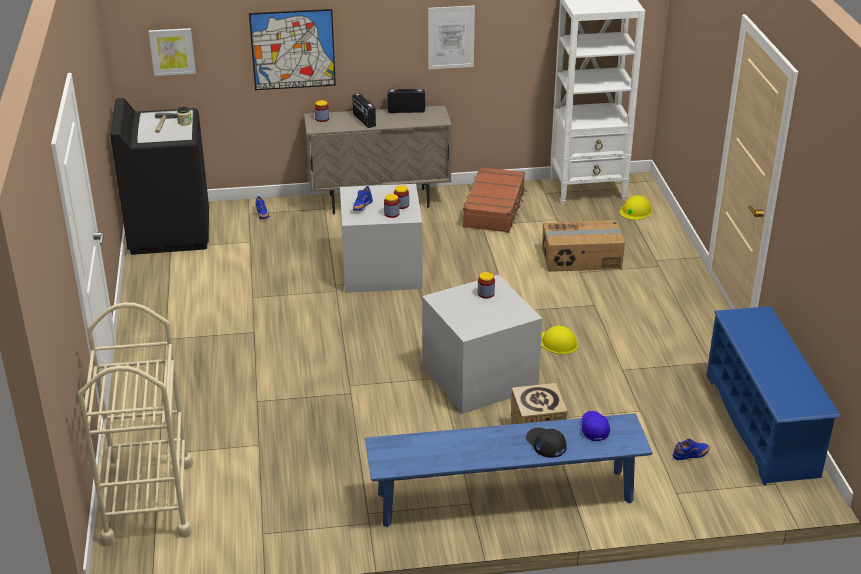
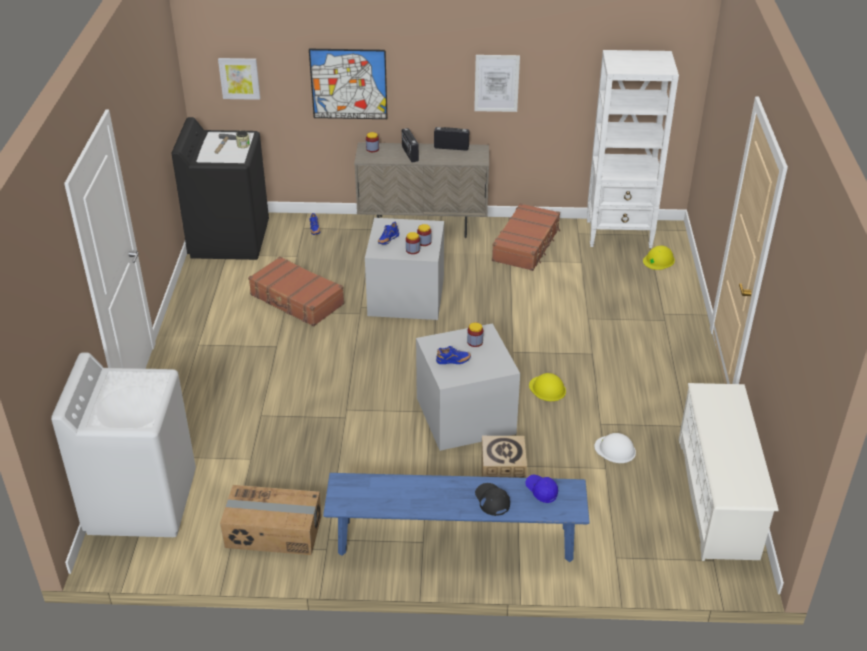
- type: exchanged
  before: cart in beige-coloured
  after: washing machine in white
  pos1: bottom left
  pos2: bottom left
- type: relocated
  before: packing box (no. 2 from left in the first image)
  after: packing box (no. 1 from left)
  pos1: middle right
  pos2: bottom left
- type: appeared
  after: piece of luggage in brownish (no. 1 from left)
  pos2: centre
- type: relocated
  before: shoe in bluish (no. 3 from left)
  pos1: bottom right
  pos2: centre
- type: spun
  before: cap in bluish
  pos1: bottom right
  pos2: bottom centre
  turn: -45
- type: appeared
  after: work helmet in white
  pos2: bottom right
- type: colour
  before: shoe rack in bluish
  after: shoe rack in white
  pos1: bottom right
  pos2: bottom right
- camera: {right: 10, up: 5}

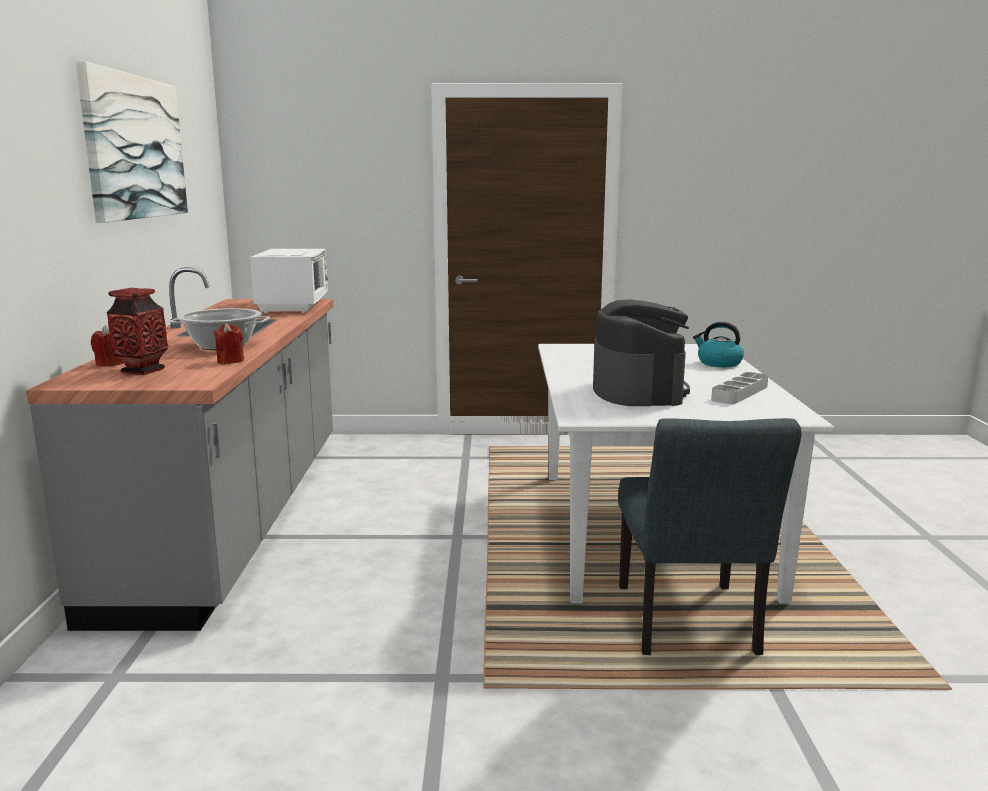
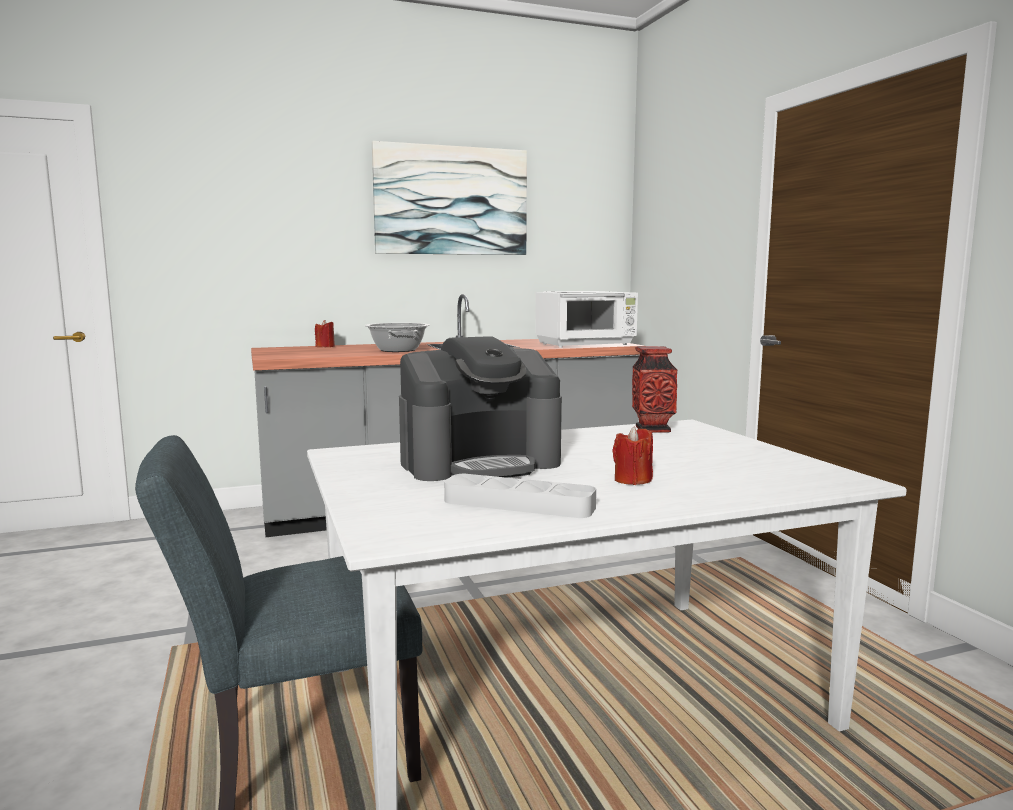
- type: relocated
  before: candle in red (no. 2 from left)
  pos1: middle left
  pos2: centre
- type: relocated
  before: decorative vase
  pos1: middle left
  pos2: centre
- type: missing
  before: water kettle
  pos1: middle right
- camera: {right: 70, up: -5}

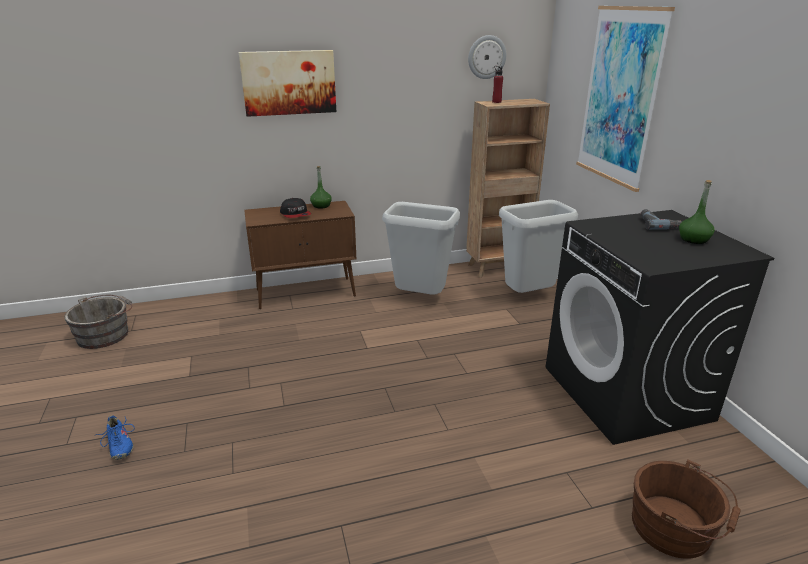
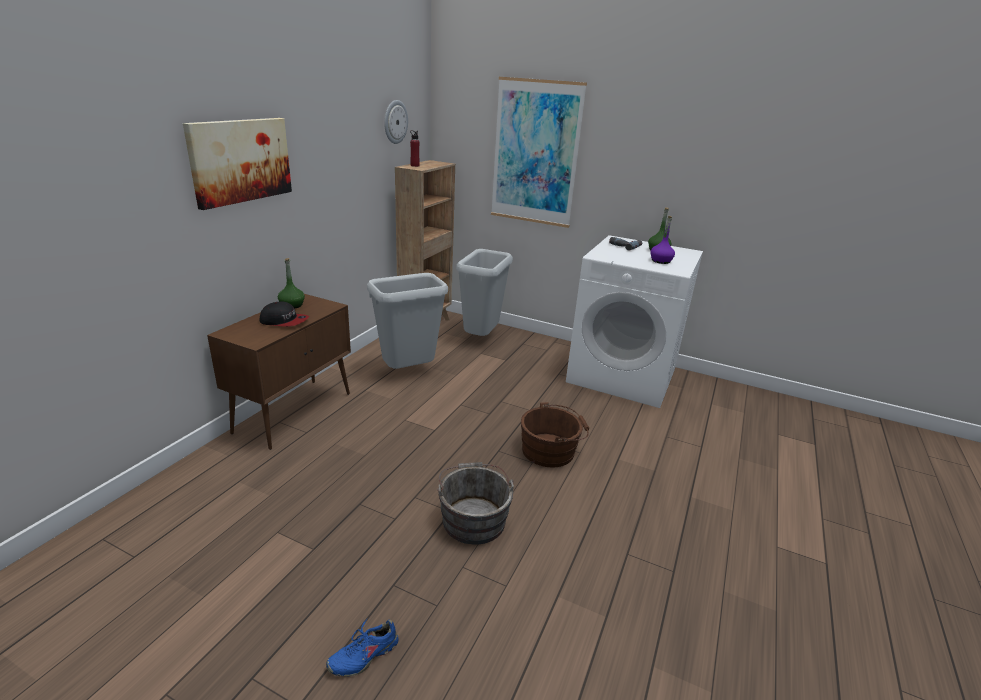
- type: spun
  before: shoe in bluish
  pos1: bottom left
  pos2: bottom centre
  turn: 135
- type: relocated
  before: pail in greyish
  pos1: middle left
  pos2: bottom centre
- type: relocated
  before: pail in brownish
  pos1: bottom right
  pos2: centre
- type: colour
  before: washing machine in blackish
  after: washing machine in white
  pos1: middle right
  pos2: centre
- type: appeared
  after: beverage bottle in purple-coloured
  pos2: middle right
- camera: {right: -50, up: 0}

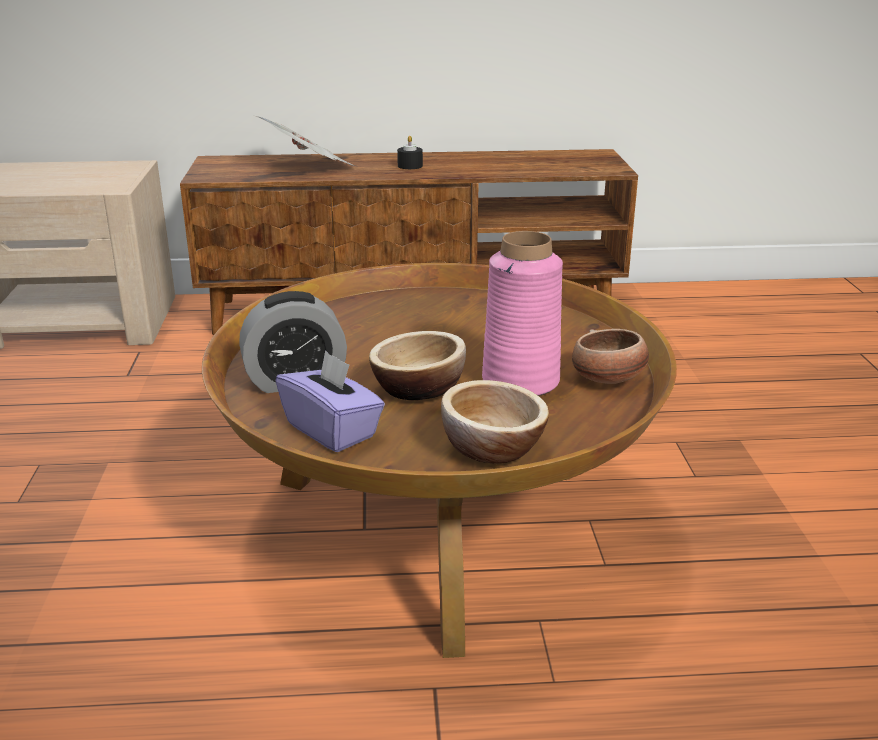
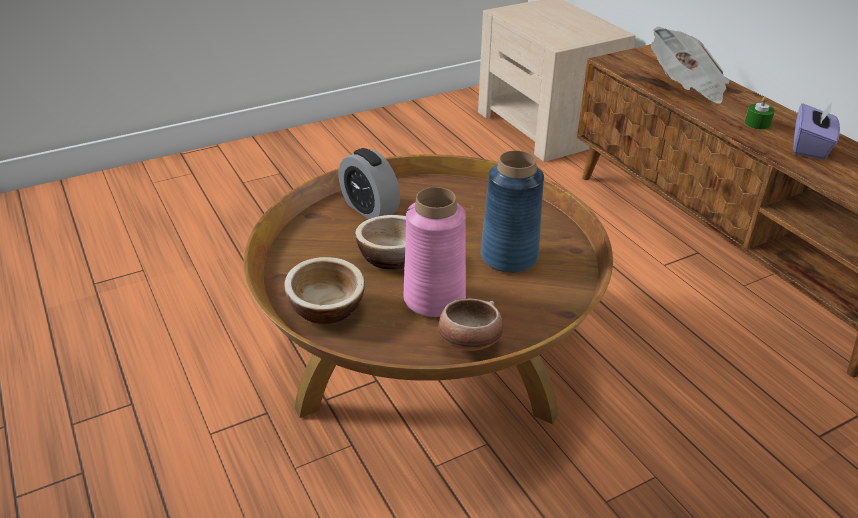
- type: appeared
  after: decorative vase in bluish
  pos2: centre
- type: colour
  before: candle in blackish
  after: candle in green-coloured
  pos1: top centre
  pos2: top right
- type: relocated
  before: tissue holder in purple-coloured
  pos1: centre
  pos2: top right
- camera: {right: 65, up: 10}

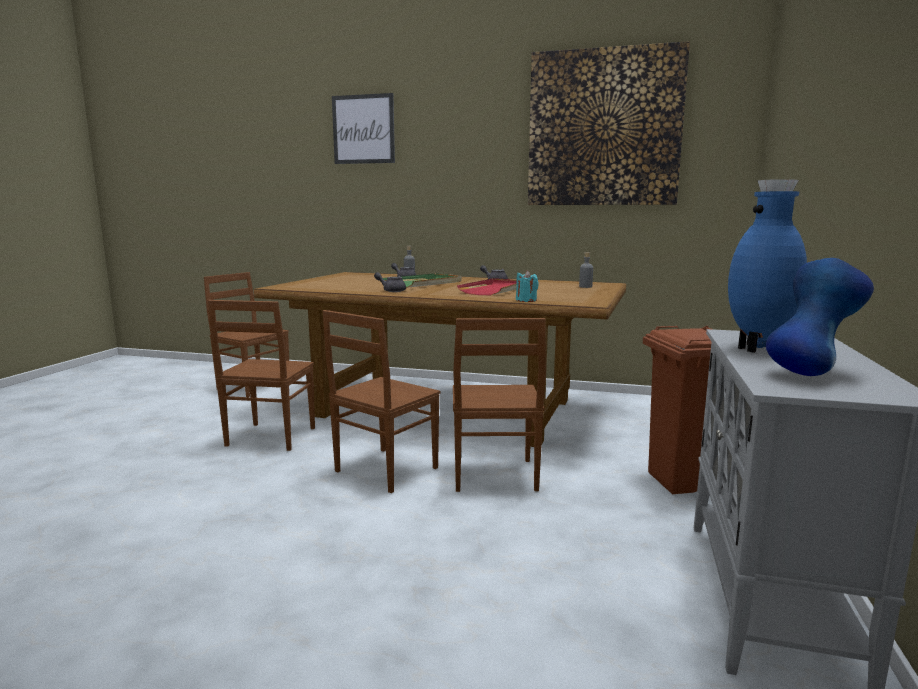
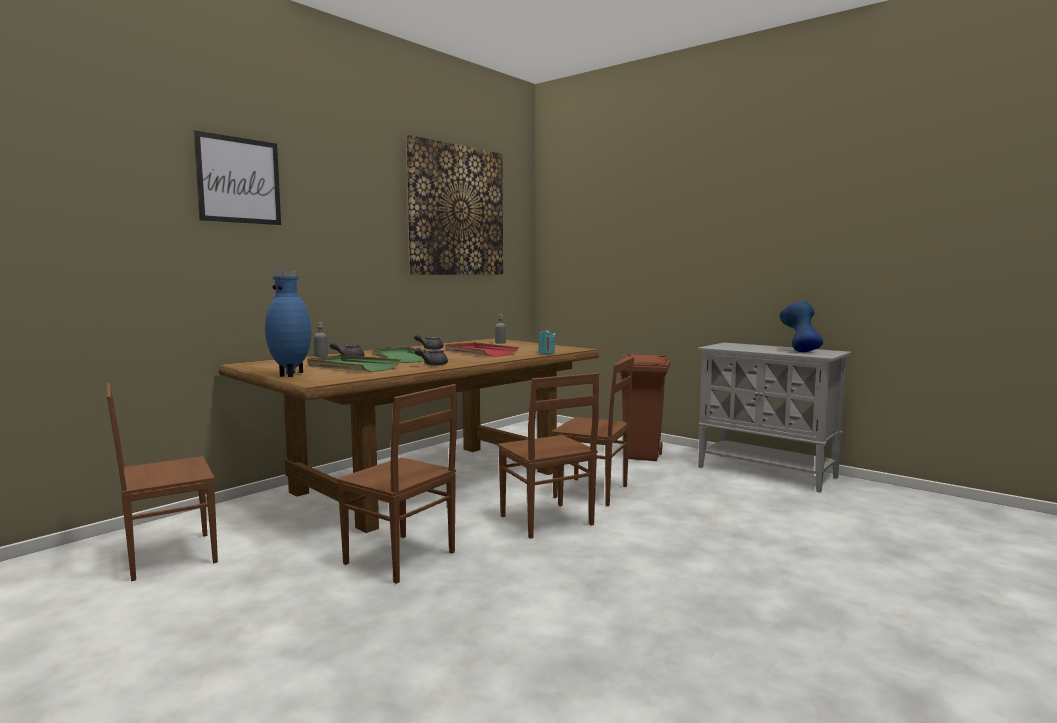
- type: relocated
  before: decorative vase in bluish (no. 1 from left)
  pos1: middle right
  pos2: middle left
- type: appeared
  after: serving tray in green-coloured (no. 1 from left)
  pos2: centre
- camera: {right: -65, up: -5}

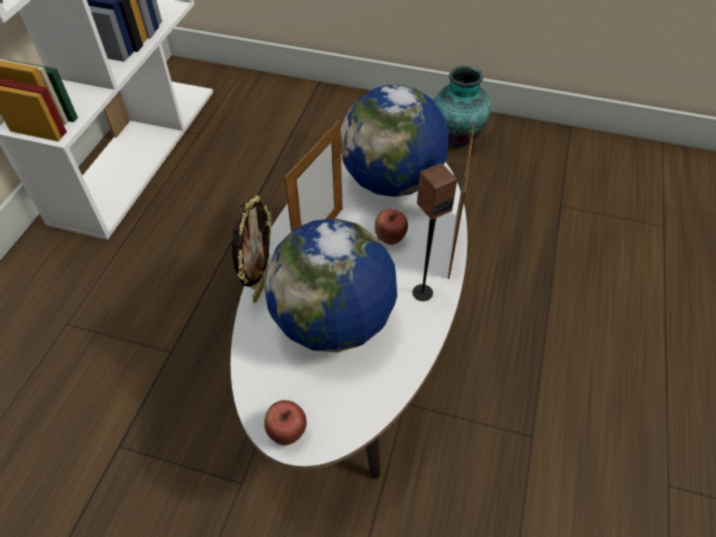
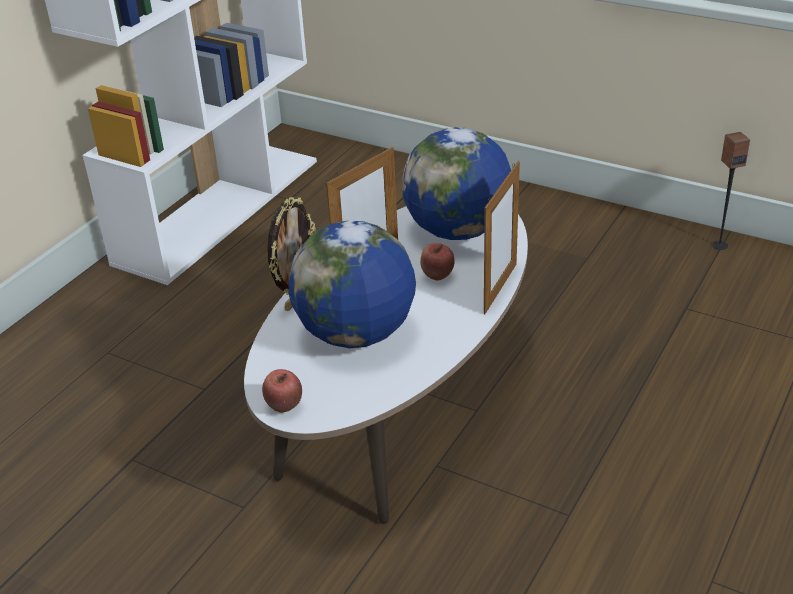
- type: relocated
  before: audio speaker
  pos1: centre
  pos2: top right
- type: missing
  before: decorative vase
  pos1: top centre
- camera: {right: 15, up: -15}

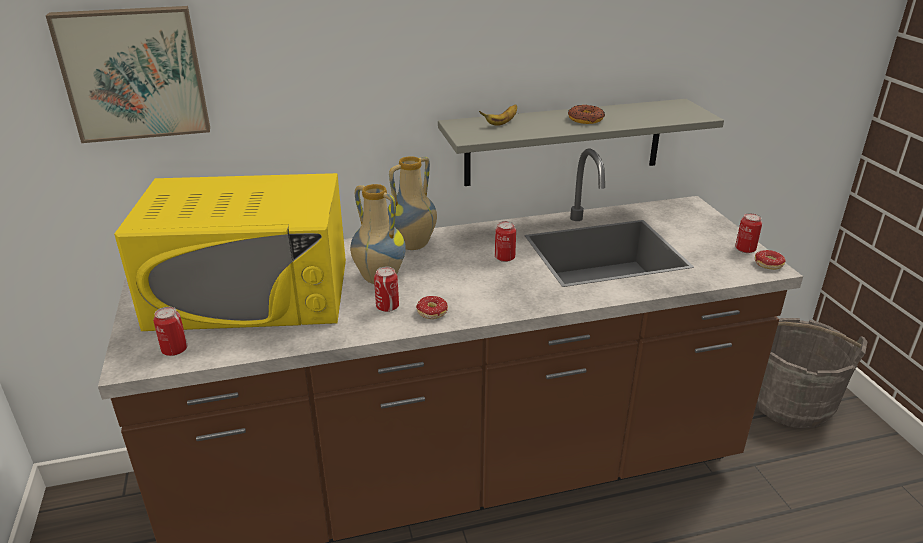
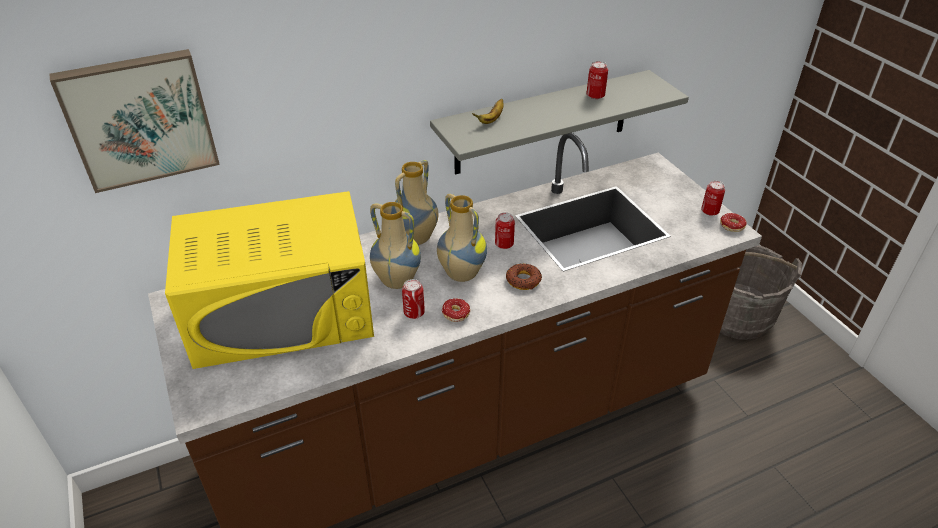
- type: appeared
  after: decorative vase (no. 3 from left)
  pos2: centre
- type: relocated
  before: donut (no. 2 from left)
  pos1: top centre
  pos2: centre
- type: relocated
  before: sealed can (no. 1 from left in the first image)
  after: sealed can (no. 3 from left)
  pos1: middle left
  pos2: top centre
- camera: {right: -10, up: 10}

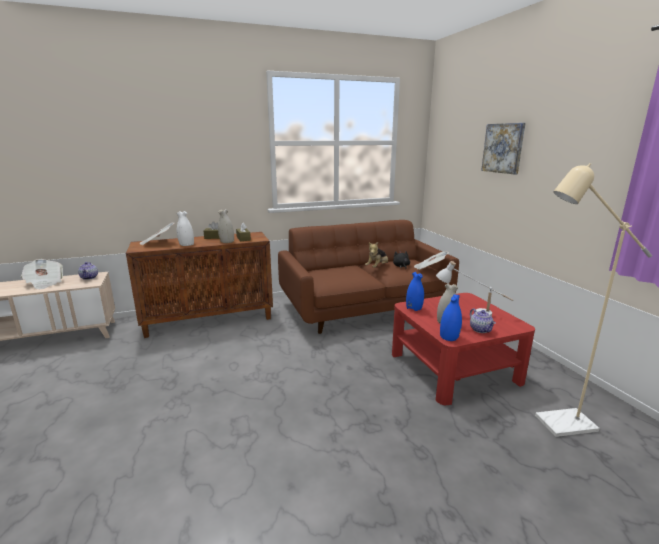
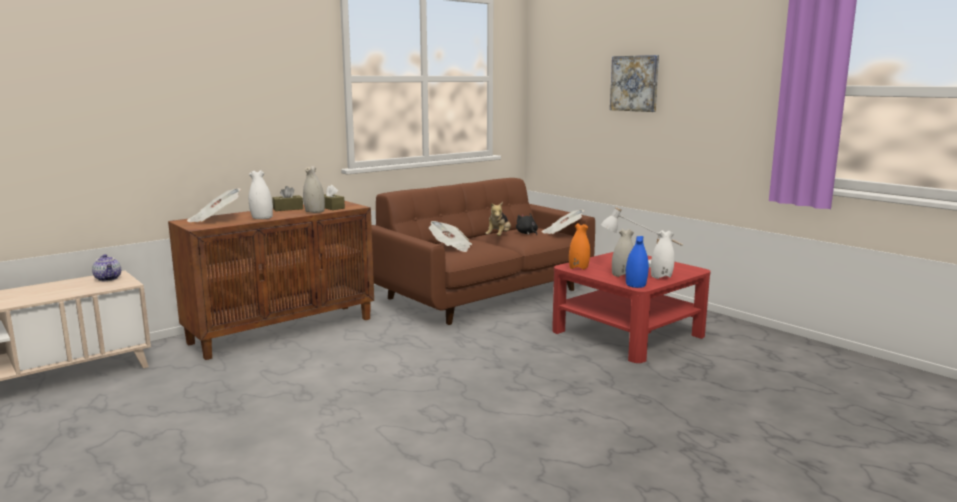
- type: relocated
  before: printed paper (no. 1 from left in the first image)
  after: printed paper (no. 2 from left)
  pos1: middle left
  pos2: centre
- type: colour
  before: decorative vase in bluish (no. 1 from left)
  after: decorative vase in orange-coloured
  pos1: centre
  pos2: centre
- type: exchanged
  before: pot for tea (no. 2 from left)
  after: decorative vase in white (no. 4 from left)
  pos1: middle right
  pos2: middle right
- type: missing
  before: standard lamp in beige-coloured
  pos1: middle right
- camera: {right: -20, up: -5}

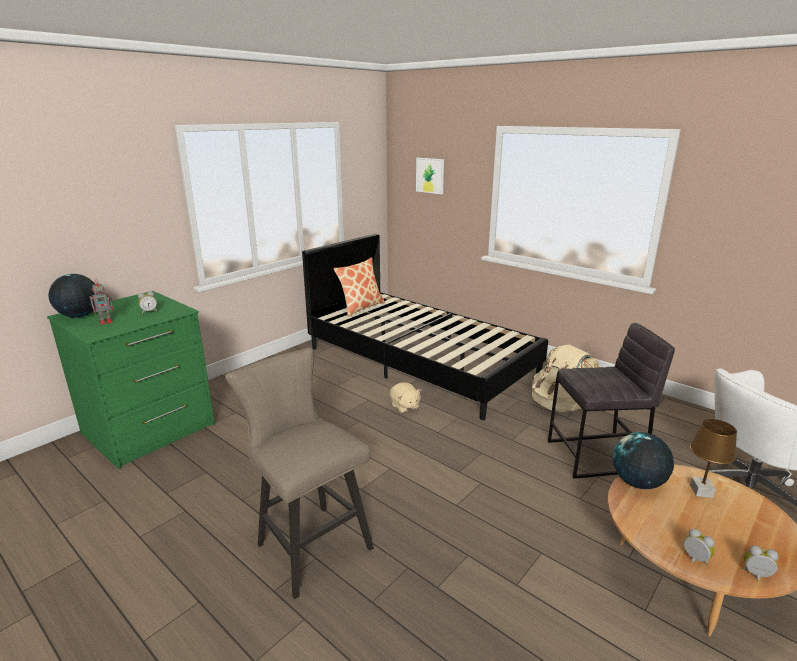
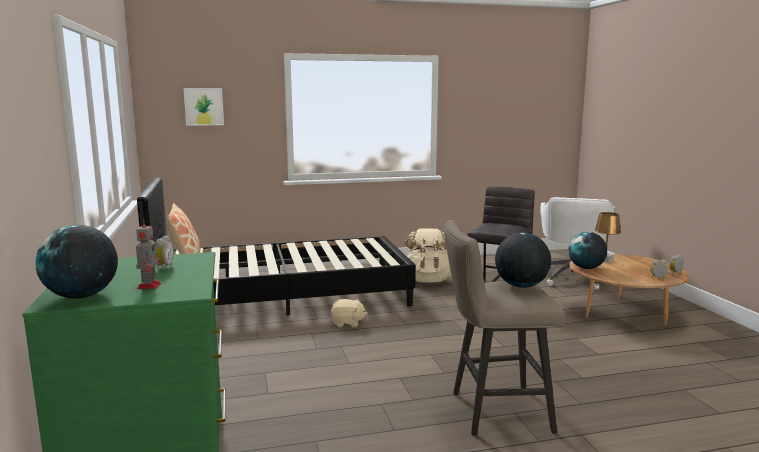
- type: appeared
  after: world globe (no. 2 from left)
  pos2: middle right
- camera: {right: -55, up: -10}

